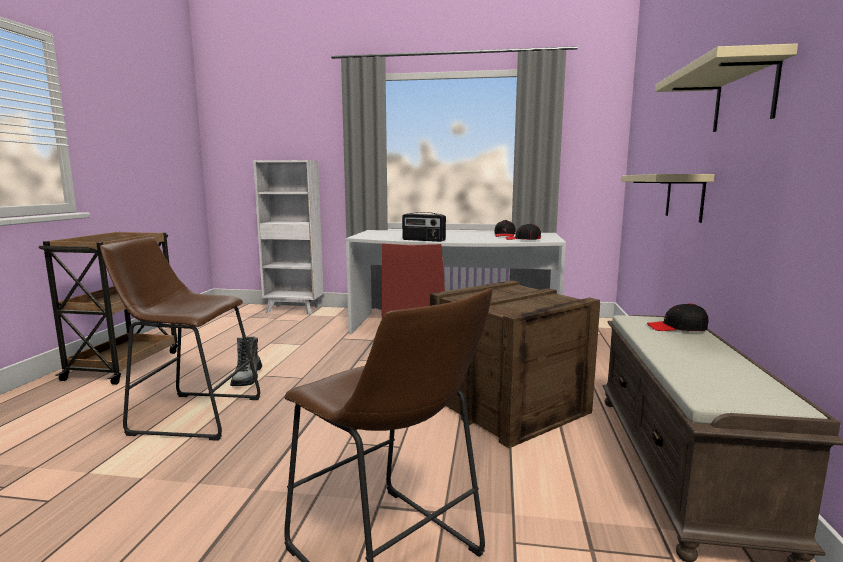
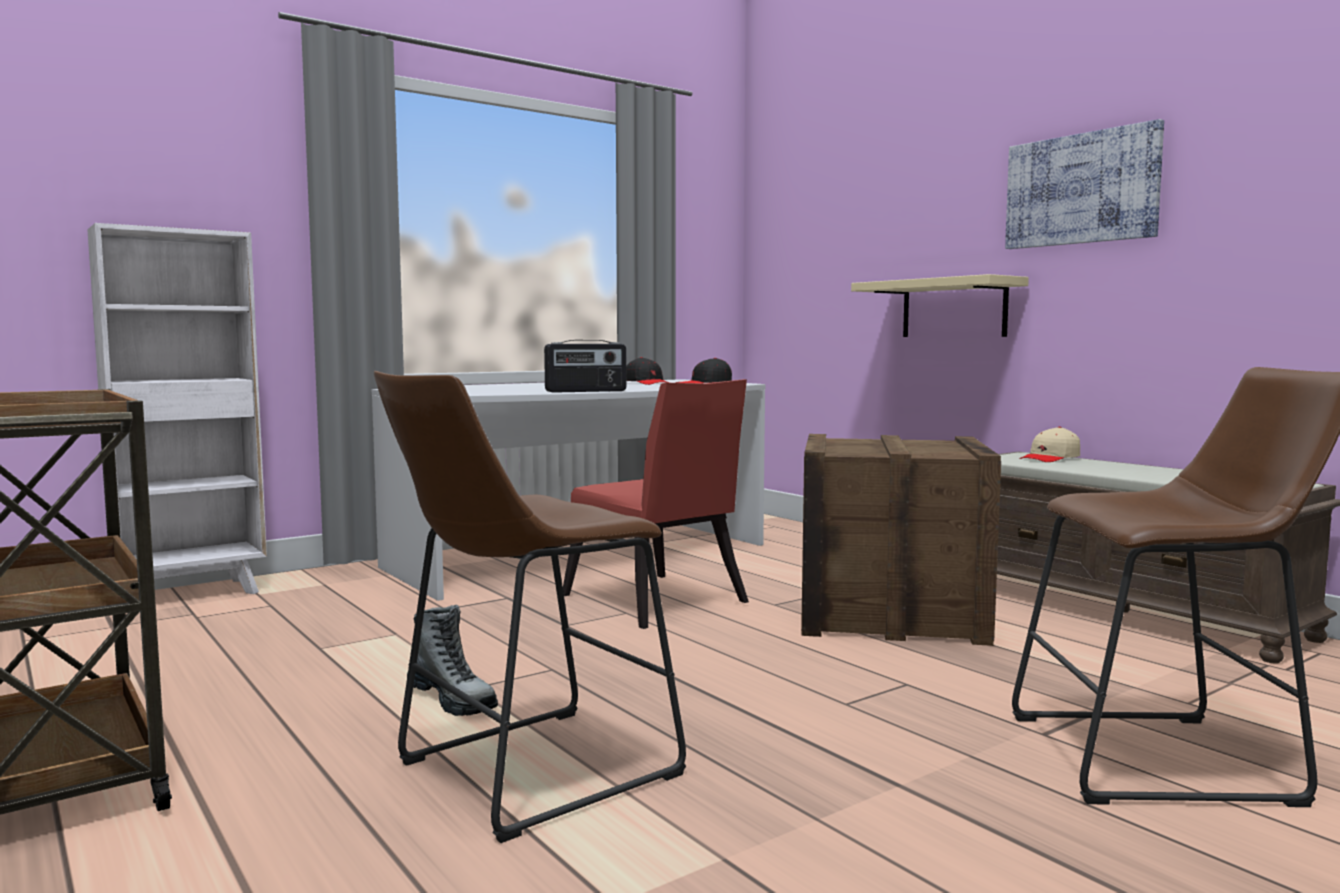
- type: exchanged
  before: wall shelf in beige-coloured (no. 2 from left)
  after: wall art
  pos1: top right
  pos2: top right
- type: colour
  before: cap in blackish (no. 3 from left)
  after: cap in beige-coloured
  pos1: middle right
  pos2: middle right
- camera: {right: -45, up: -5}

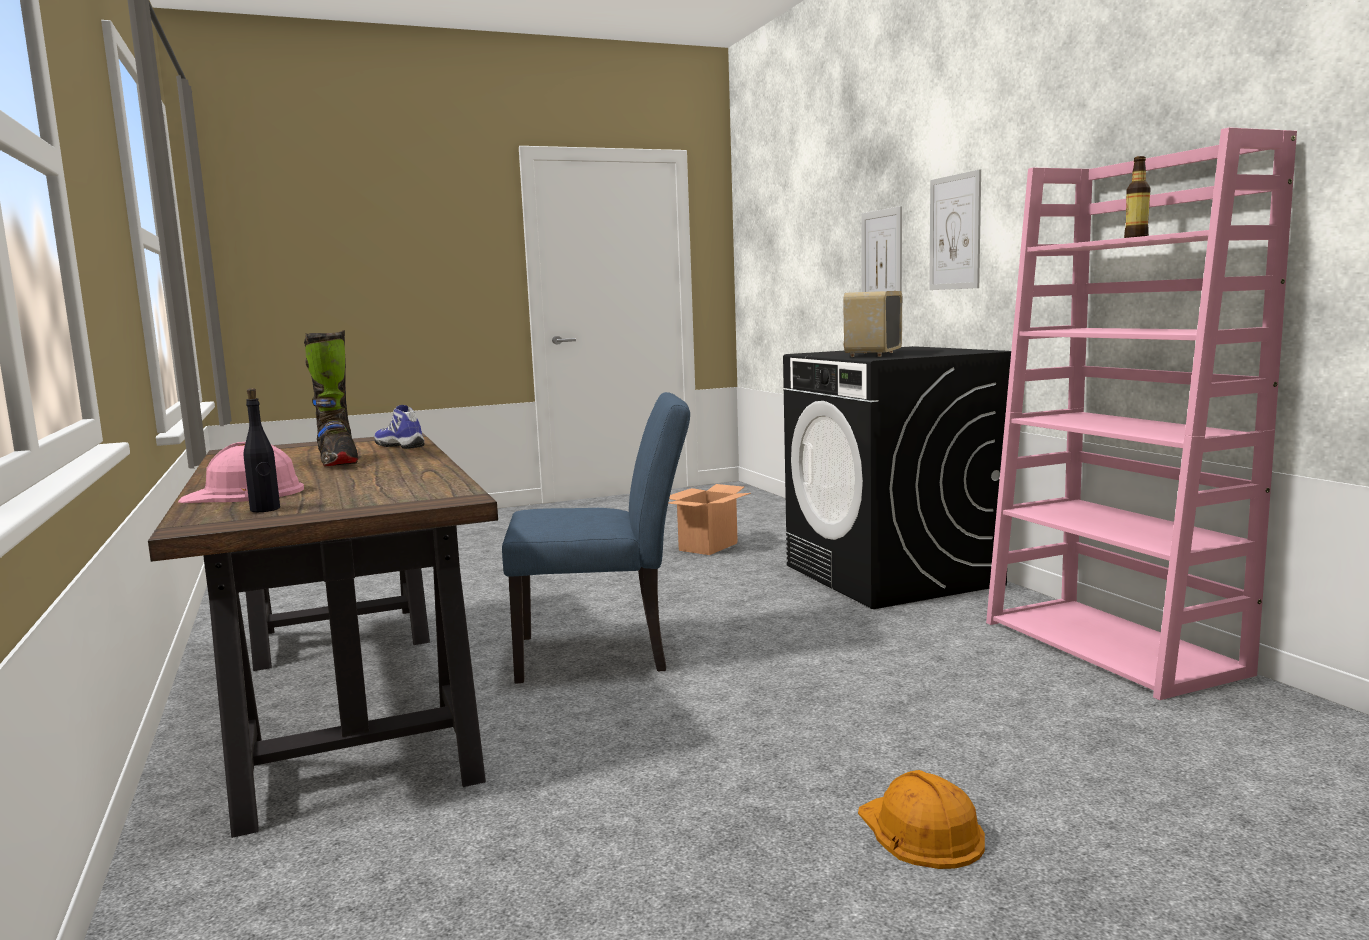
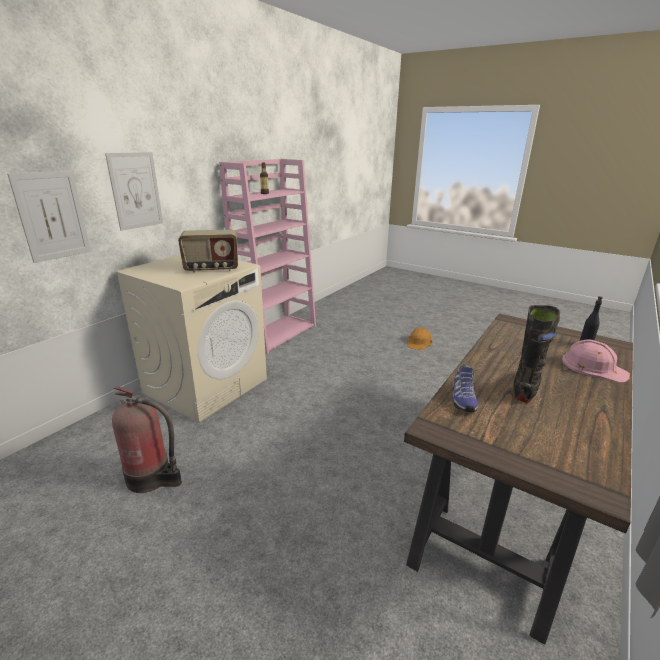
- type: exchanged
  before: packing box
  after: fire extinguisher
  pos1: centre
  pos2: middle left
- type: colour
  before: washing machine in blackish
  after: washing machine in beige-coloured
  pos1: centre
  pos2: middle left
- type: missing
  before: plain chair in bluish
  pos1: centre
- camera: {right: -125, up: 15}

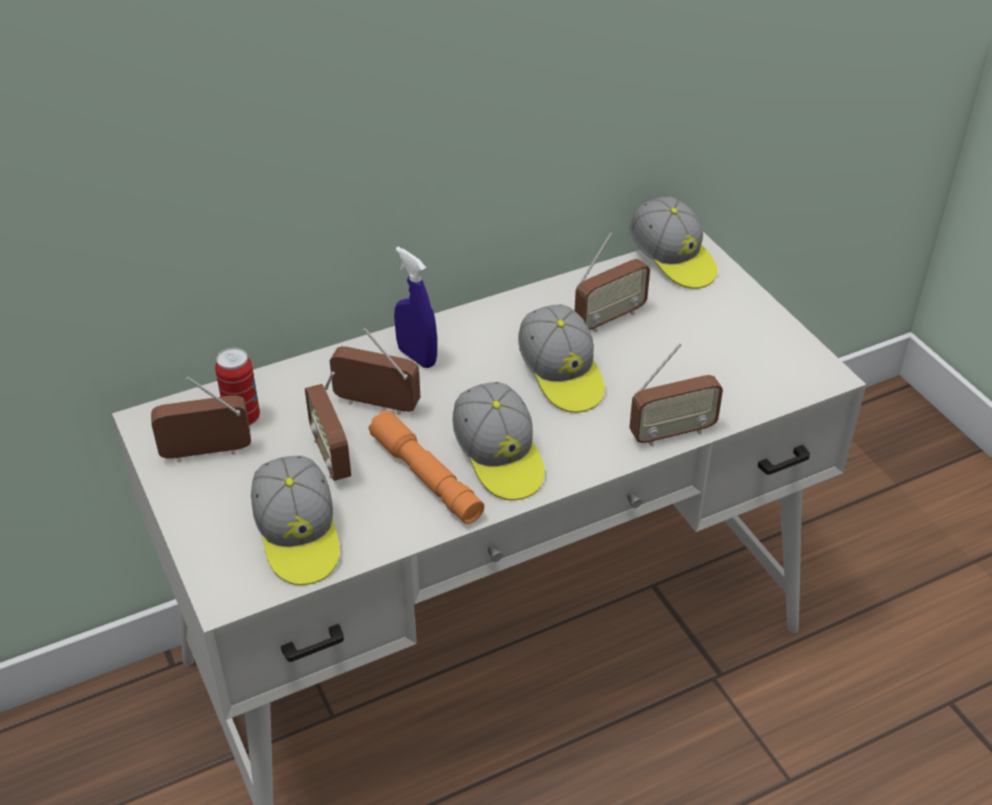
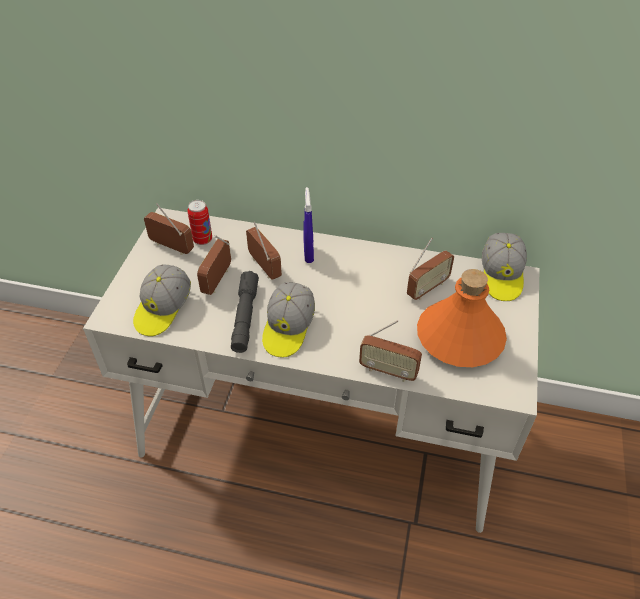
- type: colour
  before: hand torch in orange-coloured
  after: hand torch in greyish
  pos1: centre
  pos2: centre
- type: spun
  before: radio receiver (no. 4 from left in the first image)
  pos1: centre
  pos2: middle right
  turn: -45
- type: appeared
  after: beverage bottle in orange-coloured
  pos2: middle right
- type: missing
  before: cap (no. 3 from left)
  pos1: centre
- camera: {right: 40, up: 5}

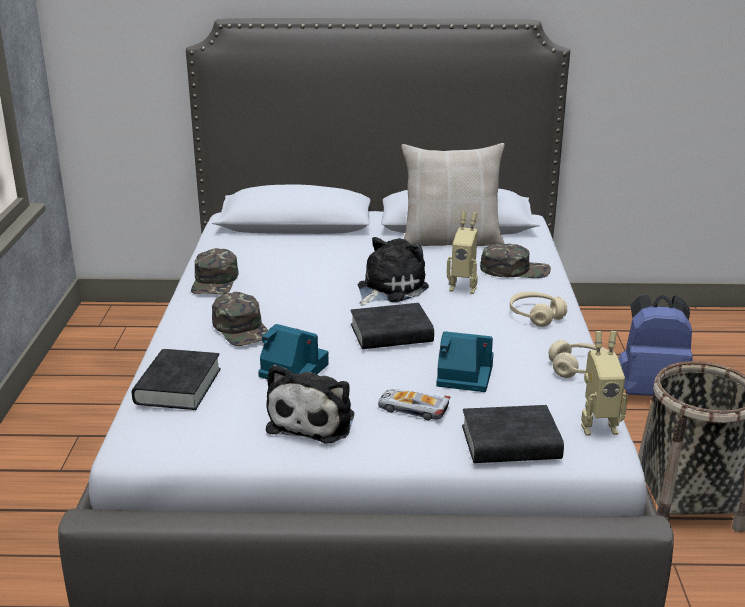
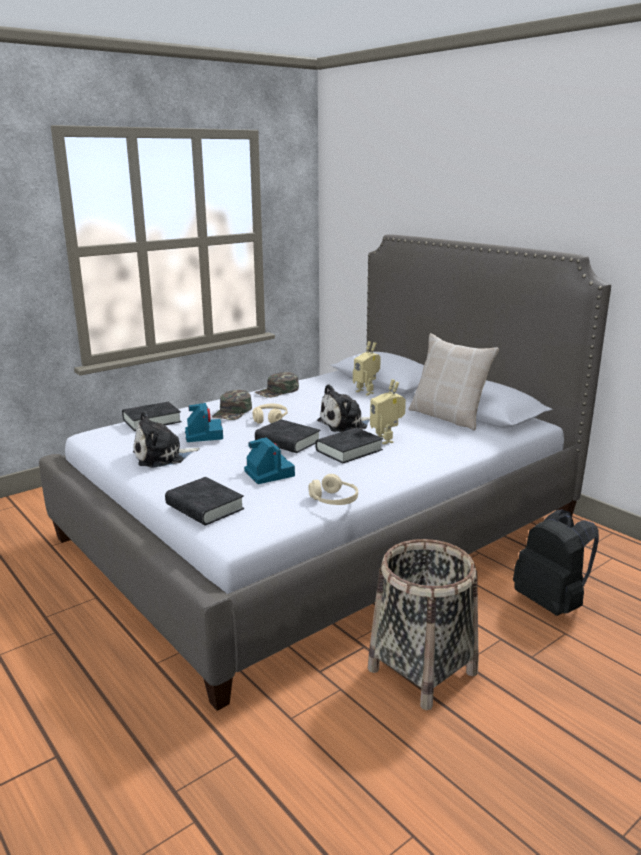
- type: relocated
  before: headset in beige-coloured (no. 1 from left)
  pos1: middle right
  pos2: centre
- type: appeared
  after: book in blackish (no. 4 from left)
  pos2: centre
- type: spun
  before: soft toy (no. 2 from left)
  pos1: centre
  pos2: centre
  turn: 150
- type: relocated
  before: toy robot (no. 2 from left in the first image)
  after: toy robot (no. 1 from left)
  pos1: middle right
  pos2: centre
- type: colour
  before: backpack in bluish
  after: backpack in blackish
  pos1: middle right
  pos2: middle right
- type: missing
  before: model car
  pos1: centre
- type: missing
  before: cap in green-coloured (no. 3 from left)
  pos1: middle right
- camera: {right: 50, up: -5}

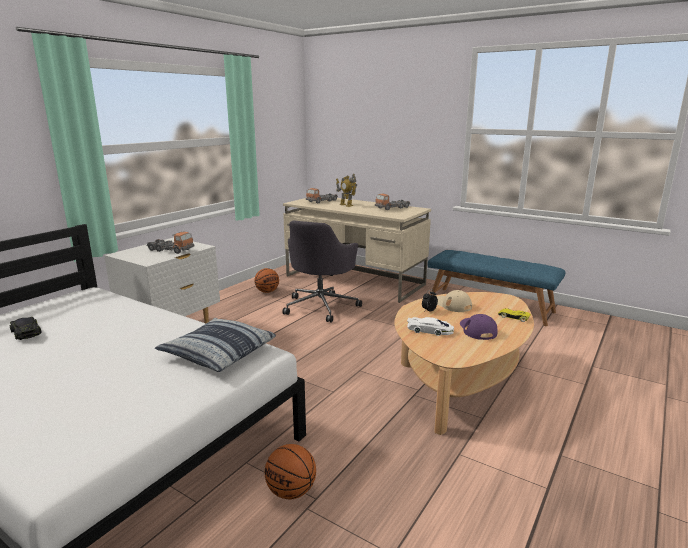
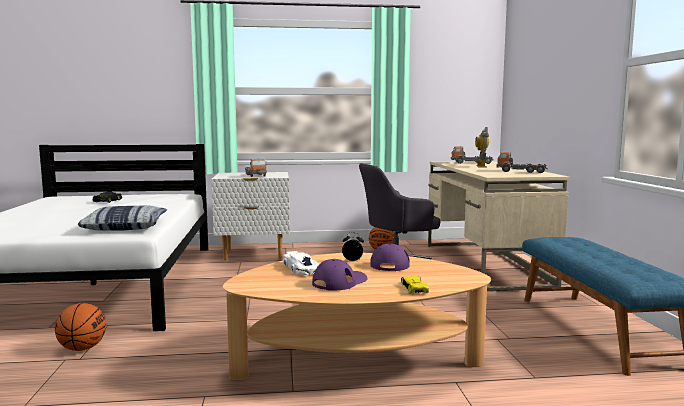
- type: colour
  before: cap in beige-coloured
  after: cap in purple-coloured (no. 2 from left)
  pos1: centre
  pos2: centre
- camera: {right: 50, up: -10}

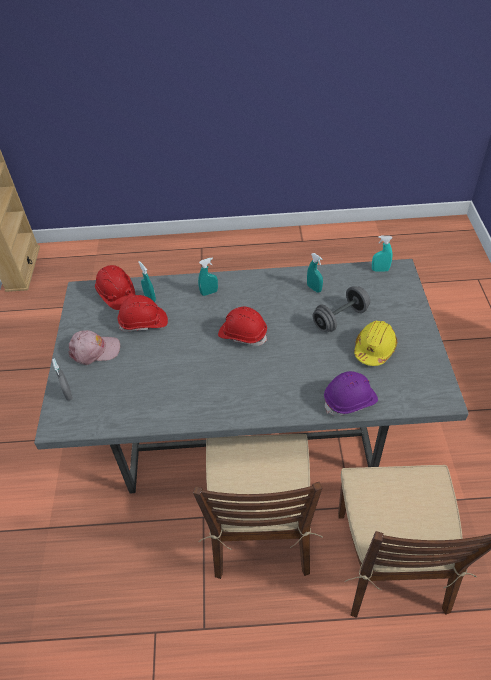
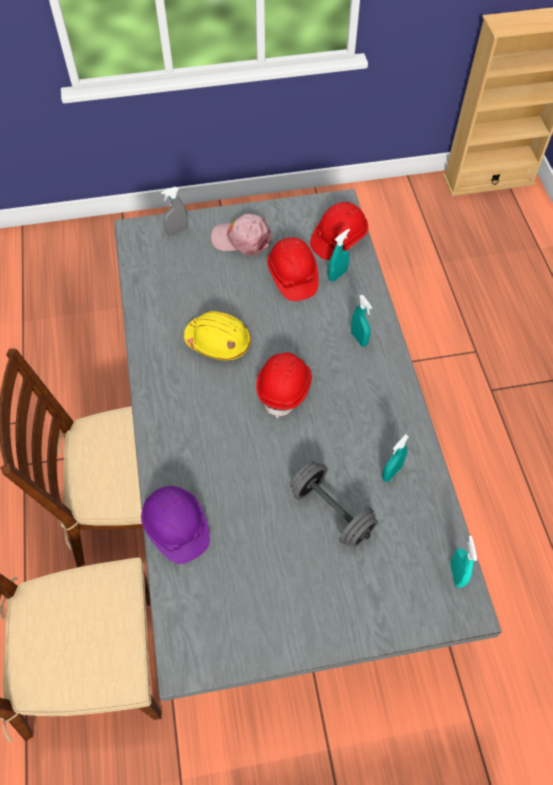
- type: relocated
  before: work helmet in yellow-coloured
  pos1: middle right
  pos2: centre
- type: spun
  before: cap in pink
  pos1: middle left
  pos2: top centre
  turn: 120
- camera: {right: 80, up: 10}

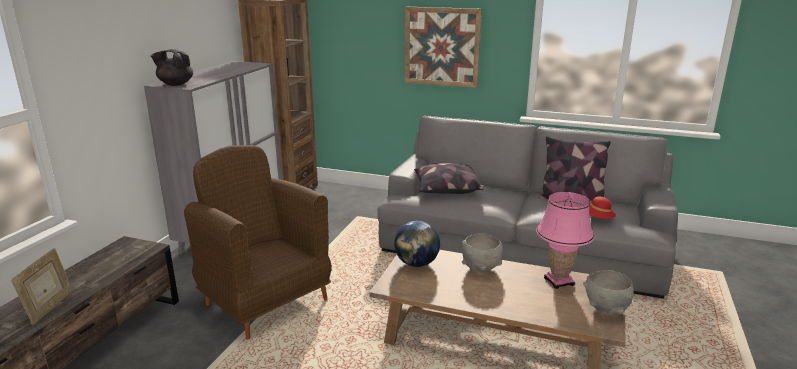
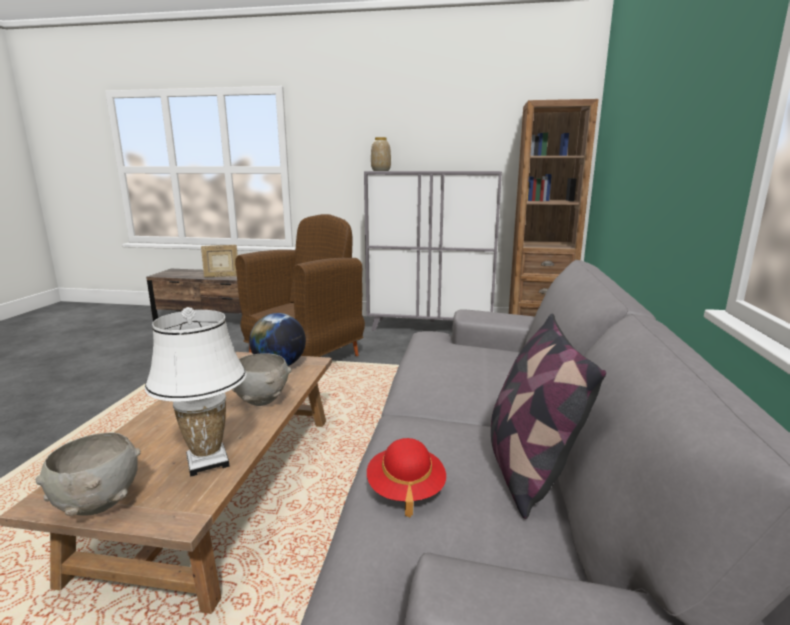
- type: colour
  before: table lamp in pink
  after: table lamp in white
  pos1: middle right
  pos2: middle left
- type: exchanged
  before: pot for tea in blackish
  after: decorative vase
  pos1: top left
  pos2: top centre
- type: missing
  before: wall art
  pos1: top centre
- type: missing
  before: cushion (no. 1 from left)
  pos1: centre
- camera: {right: 80, up: -5}

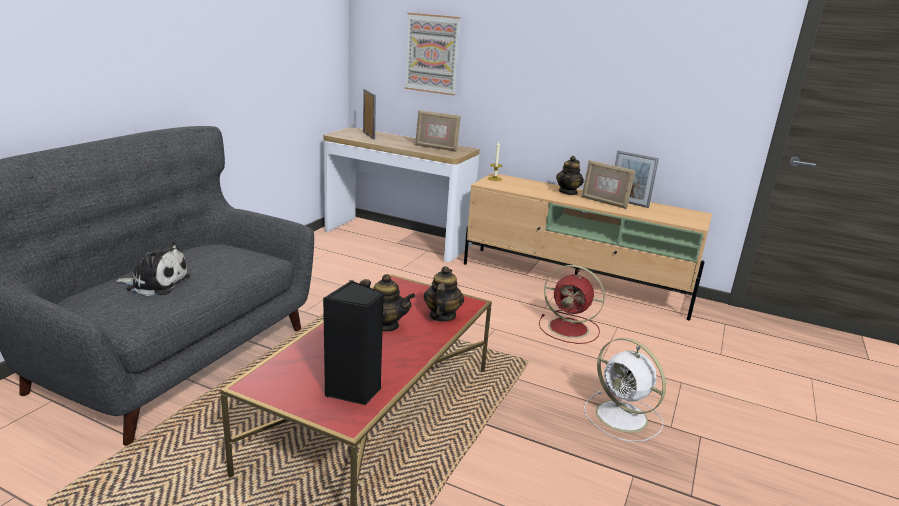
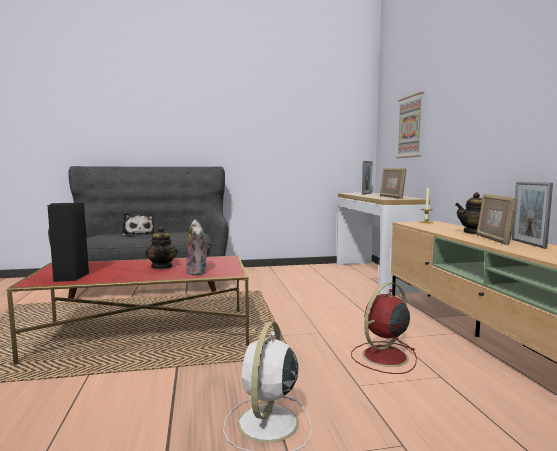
- type: exchanged
  before: pot for tea (no. 2 from left)
  after: soft toy (no. 2 from left)
  pos1: centre
  pos2: centre
- type: spun
  before: fan in red
  pos1: centre
  pos2: bottom right
  turn: 60
- camera: {right: 55, up: -15}

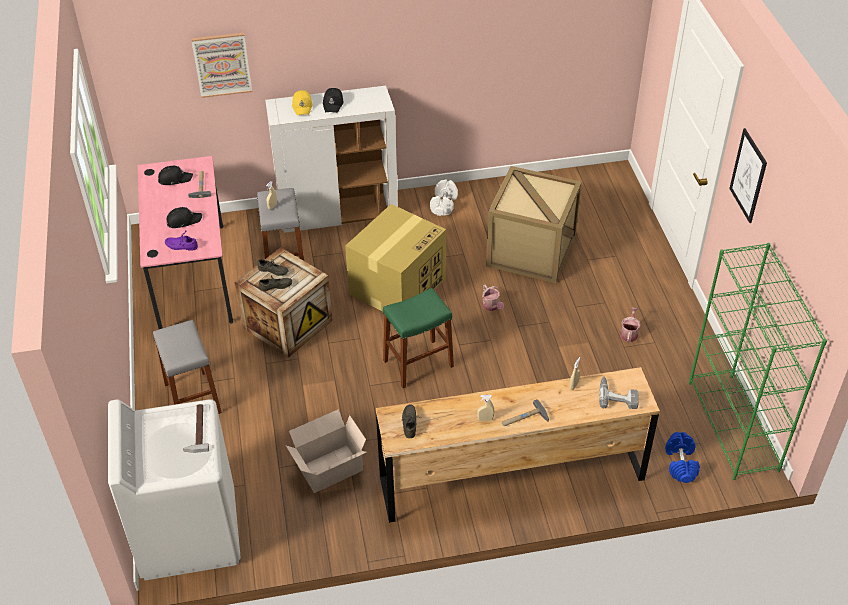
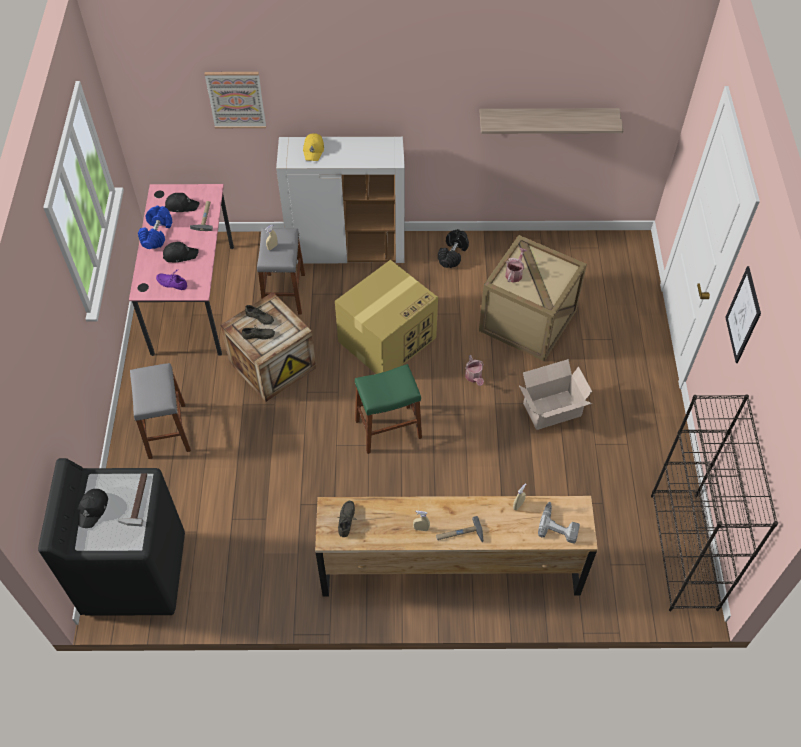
- type: colour
  before: washing machine in white
  after: washing machine in blackish
  pos1: bottom left
  pos2: bottom left
- type: relocated
  before: cap in blackish (no. 3 from left in the first image)
  after: cap in blackish (no. 1 from left)
  pos1: top centre
  pos2: bottom left
- type: relocated
  before: hand weight in bluish
  pos1: bottom right
  pos2: top left
- type: colour
  before: hand weight in white
  after: hand weight in blackish
  pos1: top centre
  pos2: top centre
- type: appeared
  after: wall shelf
  pos2: top right
- type: relocated
  before: watering can (no. 2 from left)
  pos1: middle right
  pos2: centre
- type: relocated
  before: packing box (no. 1 from left in the first image)
  after: packing box (no. 2 from left)
  pos1: bottom centre
  pos2: middle right
- type: colour
  before: shelving unit in green-coloured
  after: shelving unit in blackish
  pos1: middle right
  pos2: bottom right
- camera: {right: 10, up: 10}

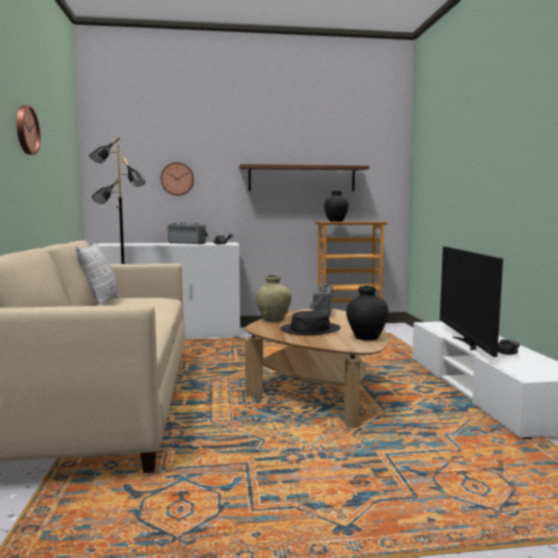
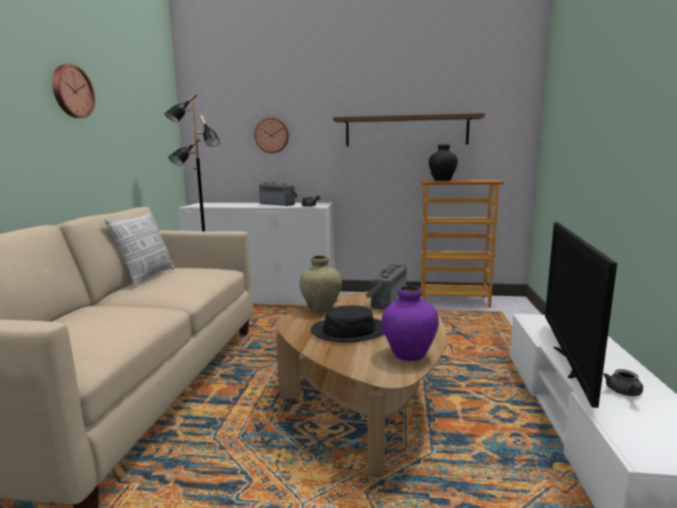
- type: colour
  before: decorative vase in blackish (no. 2 from left)
  after: decorative vase in purple-coloured
  pos1: centre
  pos2: centre
- camera: {right: 15, up: 5}

